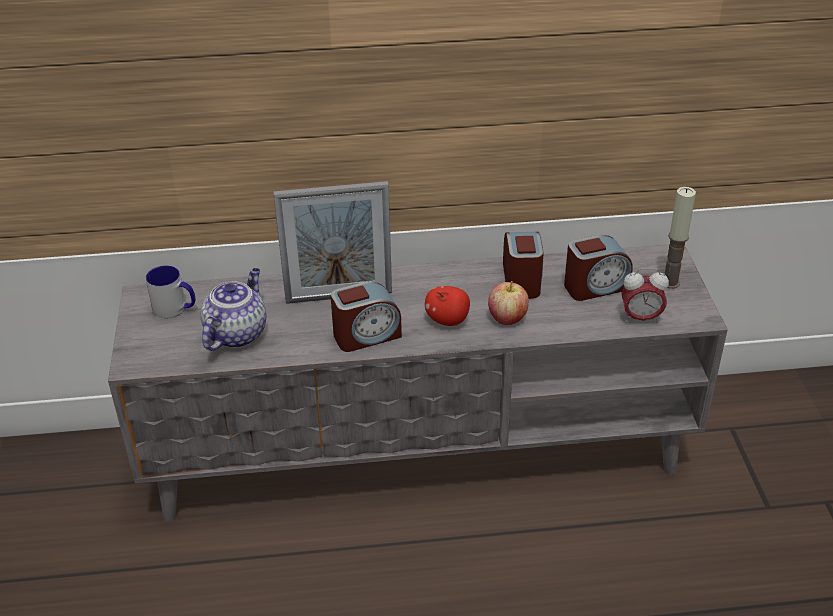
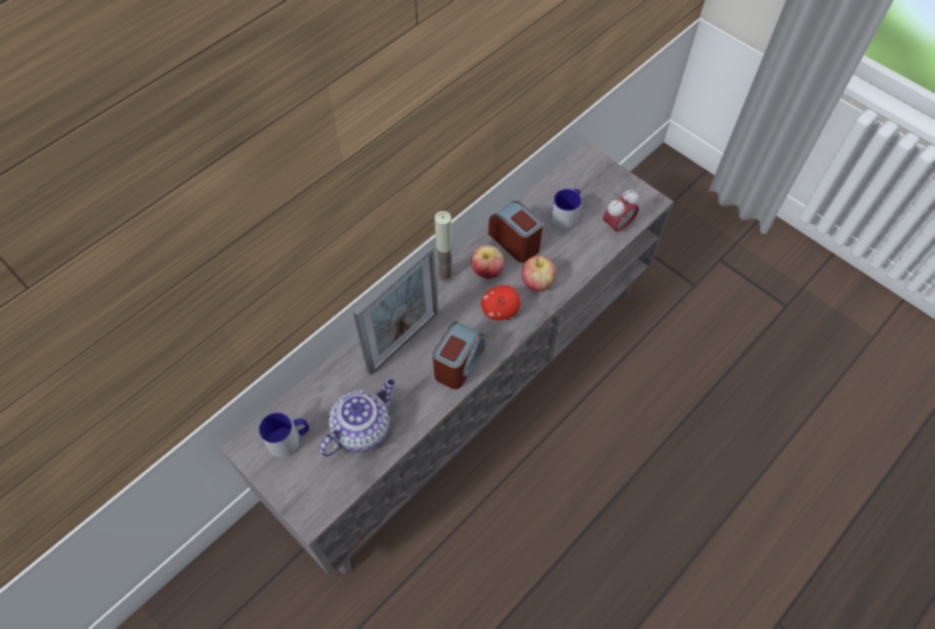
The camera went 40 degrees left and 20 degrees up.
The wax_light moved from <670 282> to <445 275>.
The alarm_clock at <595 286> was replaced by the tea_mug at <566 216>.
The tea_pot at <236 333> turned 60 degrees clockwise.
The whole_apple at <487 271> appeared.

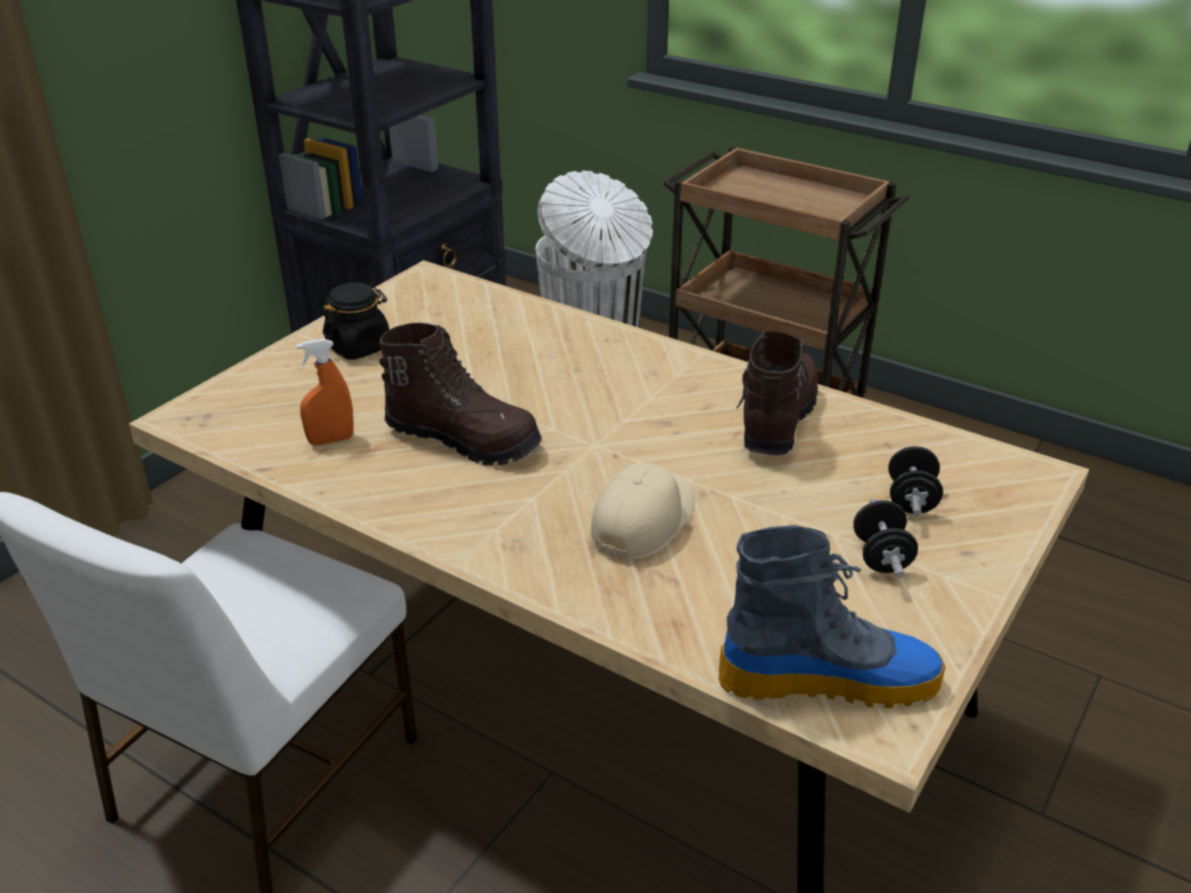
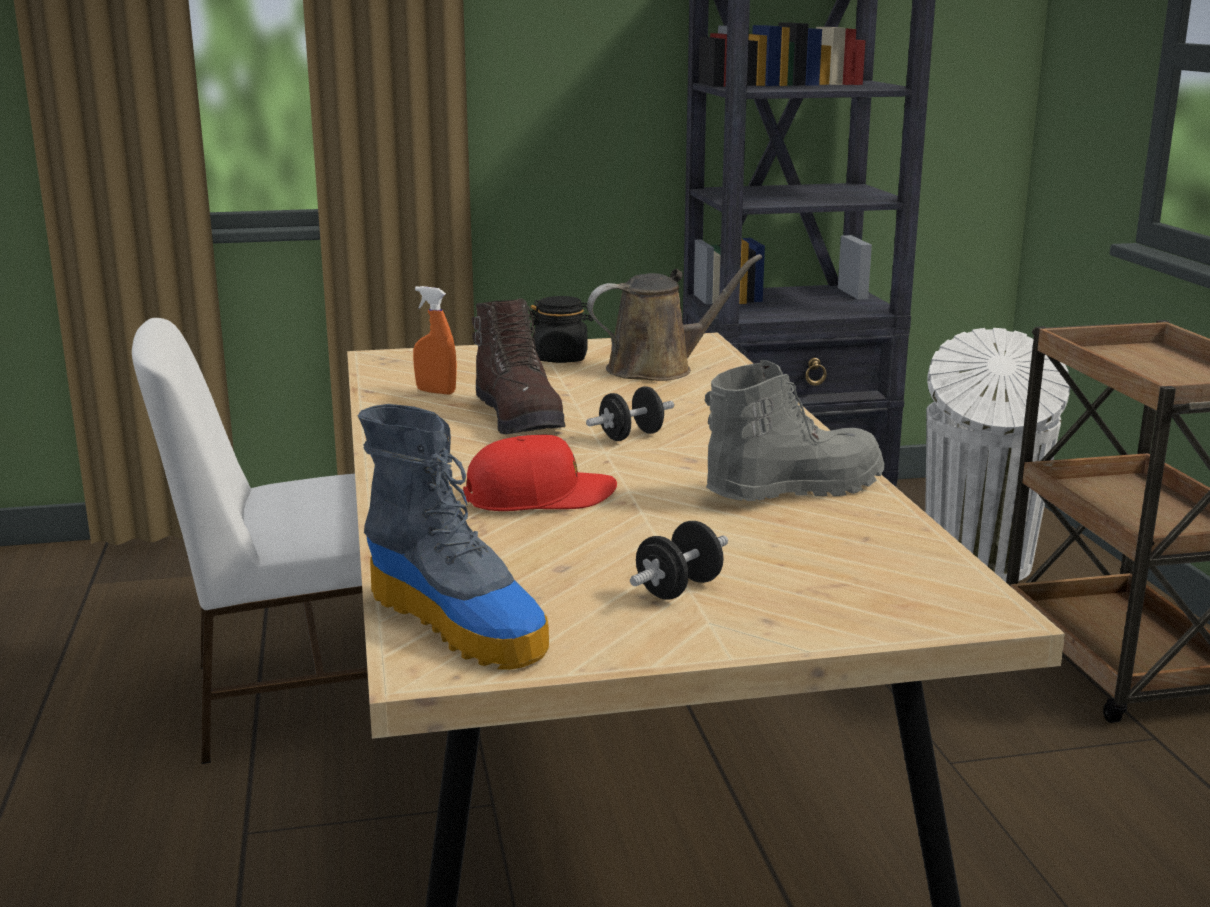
The camera went 45 degrees right and 15 degrees down.
The brownish_boot at <775 420> became the gray_boot at <792 489>.
The black_hand_weight moved from <911 500> to <631 436>.
The beige_cap at <643 520> became the red-coloured_cap at <540 497>.
The brownish_watering_can at <658 369> appeared.

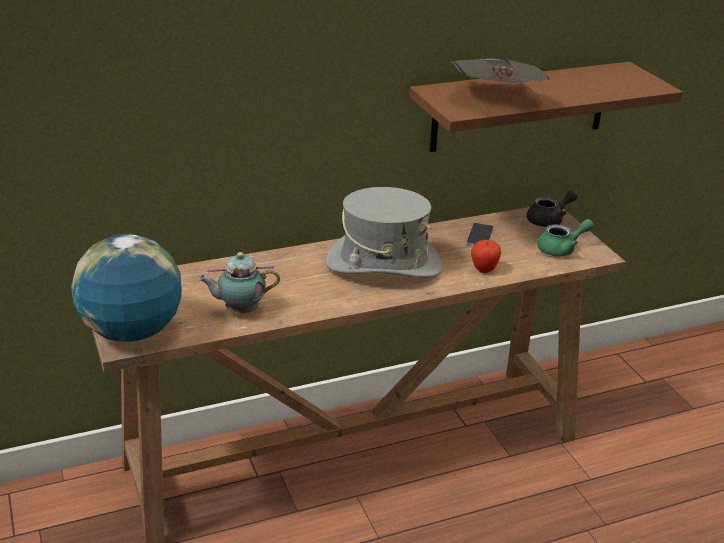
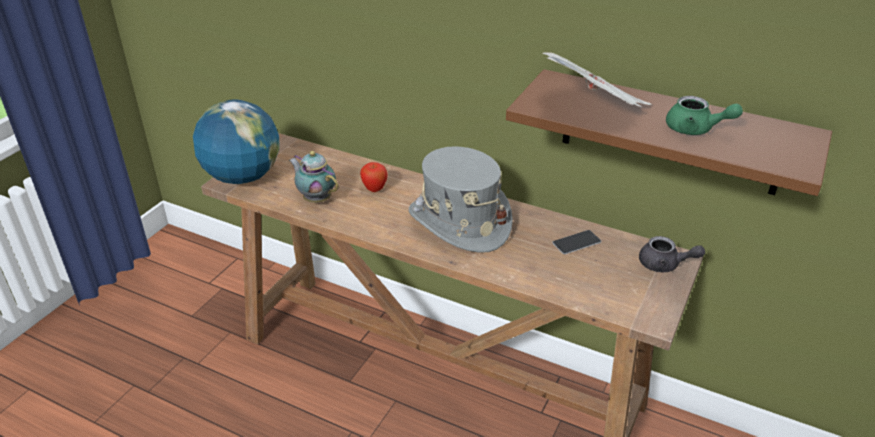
The camera went 50 degrees right and 5 degrees up.
The green-coloured_tea_pot moved from <561 249> to <695 129>.
The whole_apple moved from <484 270> to <374 189>.

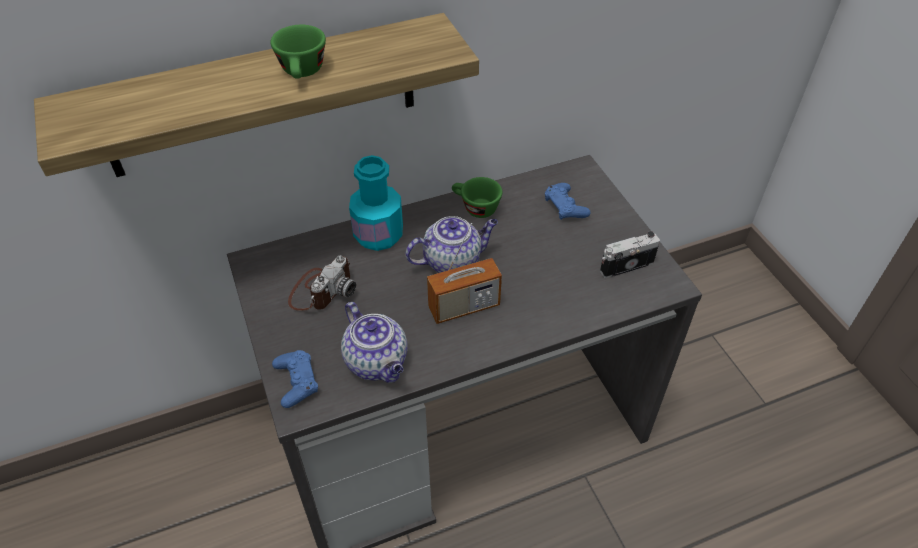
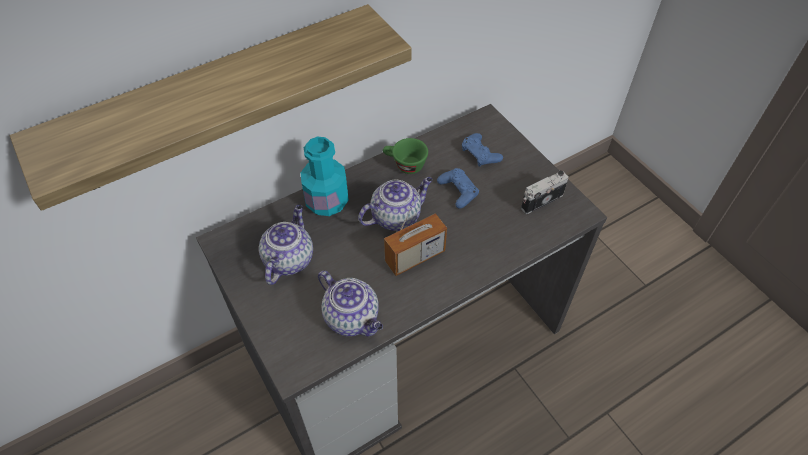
The camera went 10 degrees left and 5 degrees up.
The green-coloured_drinking_cup at <303 73> disappeared.
The still_camera at <321 289> was replaced by the tea_pot at <289 259>.
The bluish_game_controller moved from <296 382> to <458 191>.

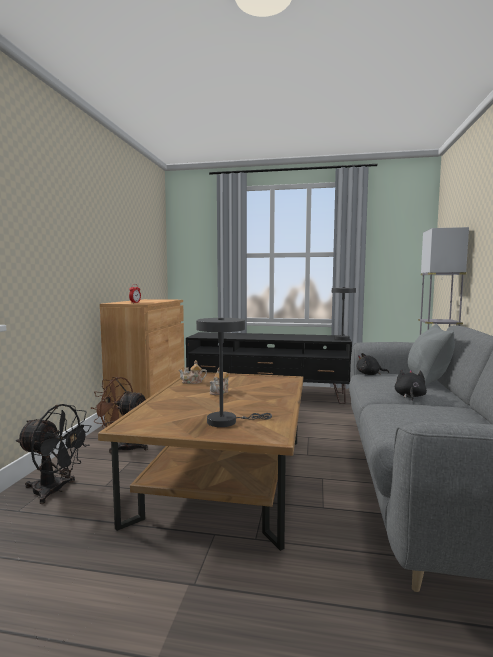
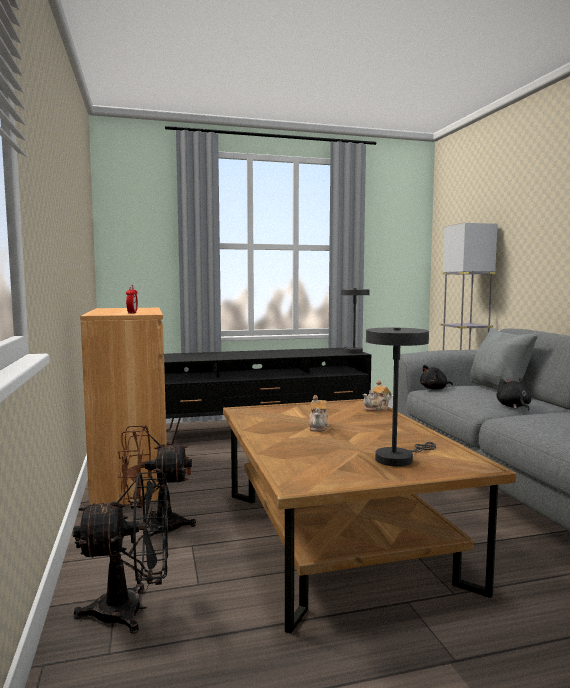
The camera went 25 degrees left and 0 degrees up.
The tea_pot moved from <192 382> to <377 408>.

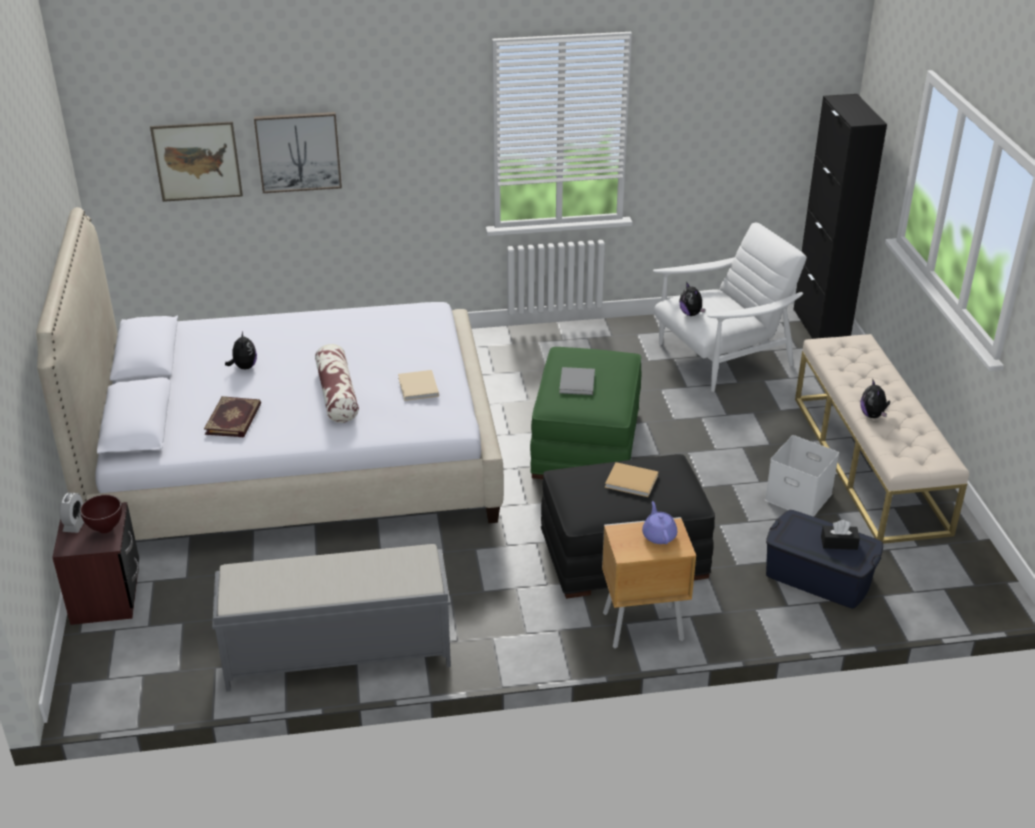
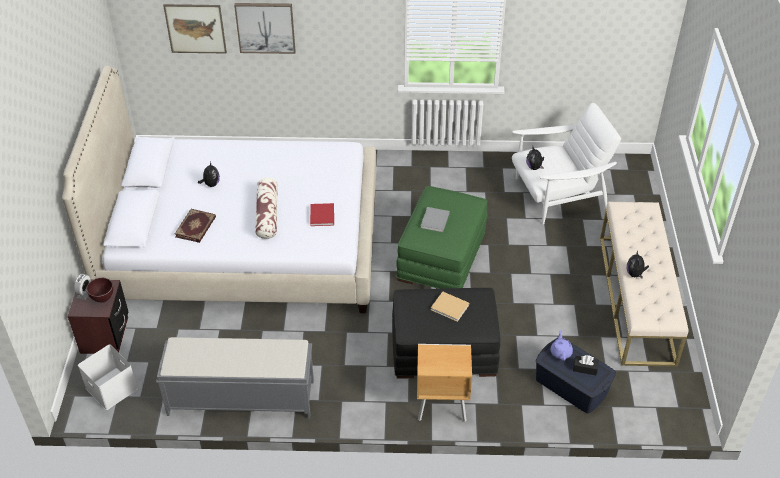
The camera went 10 degrees right and 10 degrees up.
The black_storage_cabinet at <820 327> disappeared.
The beige_bound_book at <418 388> became the red-coloured_bound_book at <322 216>.
The white-coloured_storage_box moved from <800 496> to <112 388>.
The purple_tea_pot moved from <659 535> to <560 352>.

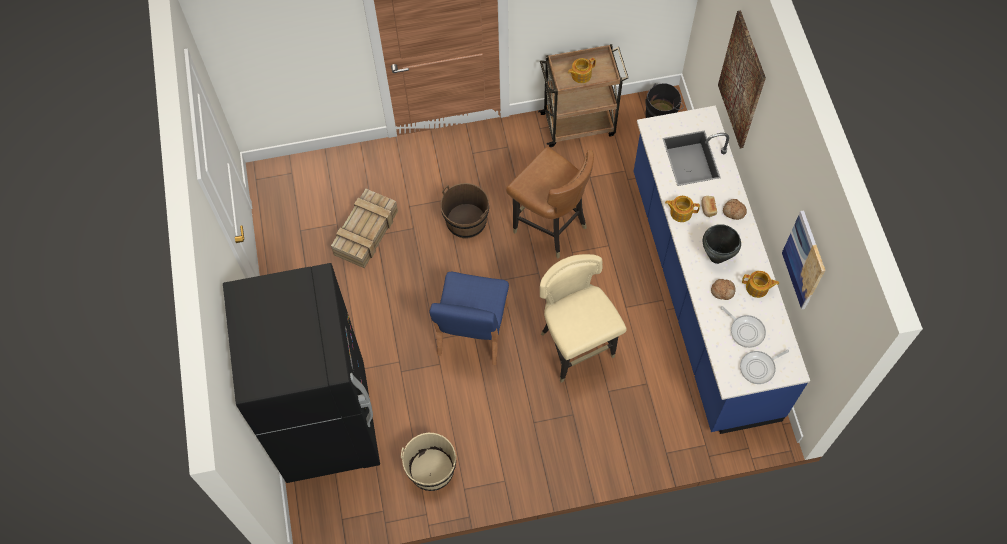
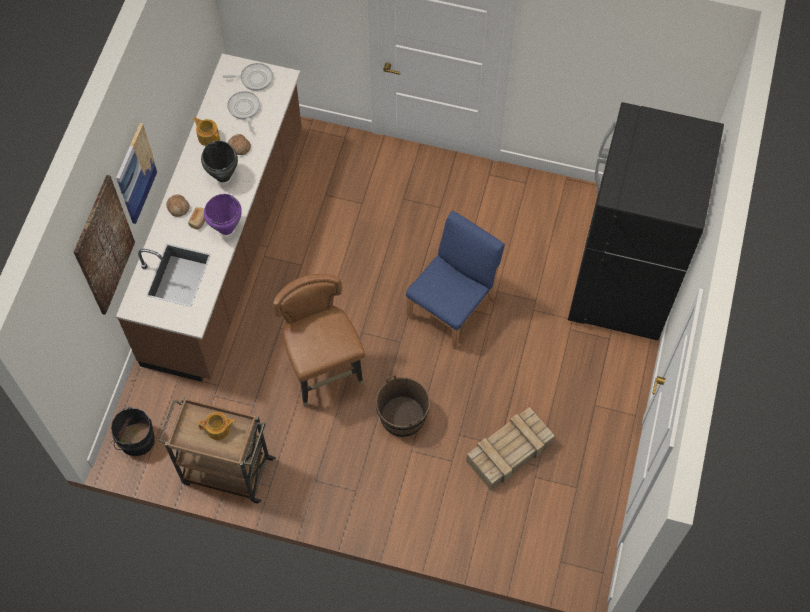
The camera went 155 degrees left and 0 degrees up.
The bluish_kitchen_base_unit at <701 293> became the brownish_kitchen_base_unit at <226 245>.
The tea_pot at <680 212> was replaced by the purple_stockpot at <226 228>.
The wall_picture moved from <804 260> to <136 173>.
The beige_plain_chair at <576 348> disappeared.
The beige_water_bucket at <431 470> disappeared.

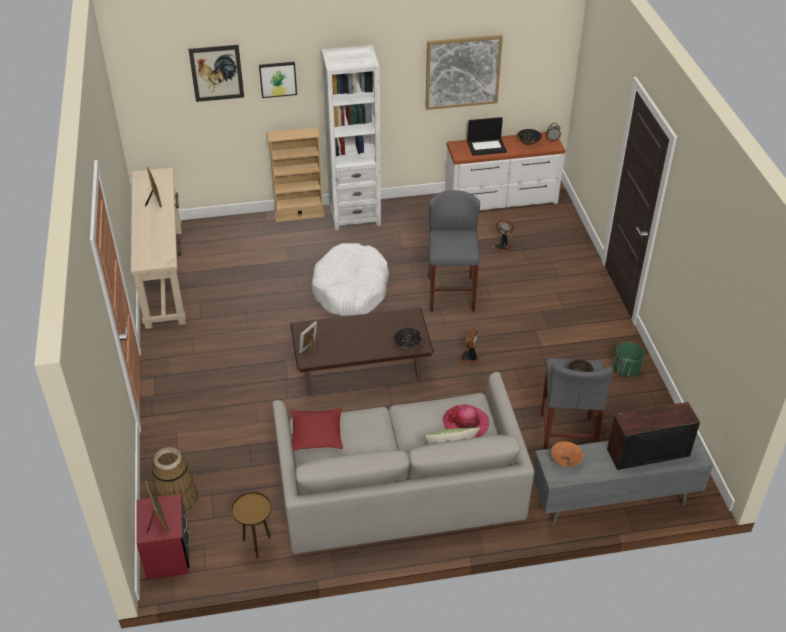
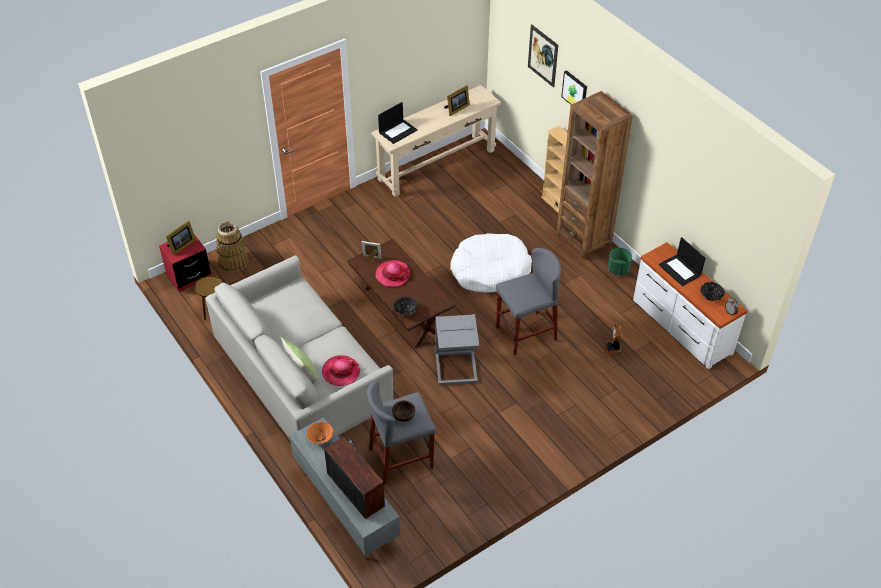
The camera went 65 degrees right and 5 degrees up.
The wall_picture at <462 72> disappeared.
The white-coloured_bookcase at <355 216> became the brownish_bookcase at <583 239>.
The cooling_fan at <469 358> was replaced by the gray_accent_table at <455 369>.
The green-coloured_planter moved from <626 370> to <618 270>.
The red-coloured_throw_pillow at <317 434> disappeared.
The notebook_computer at <398 131> appeared.
The hat at <392 274> appeared.

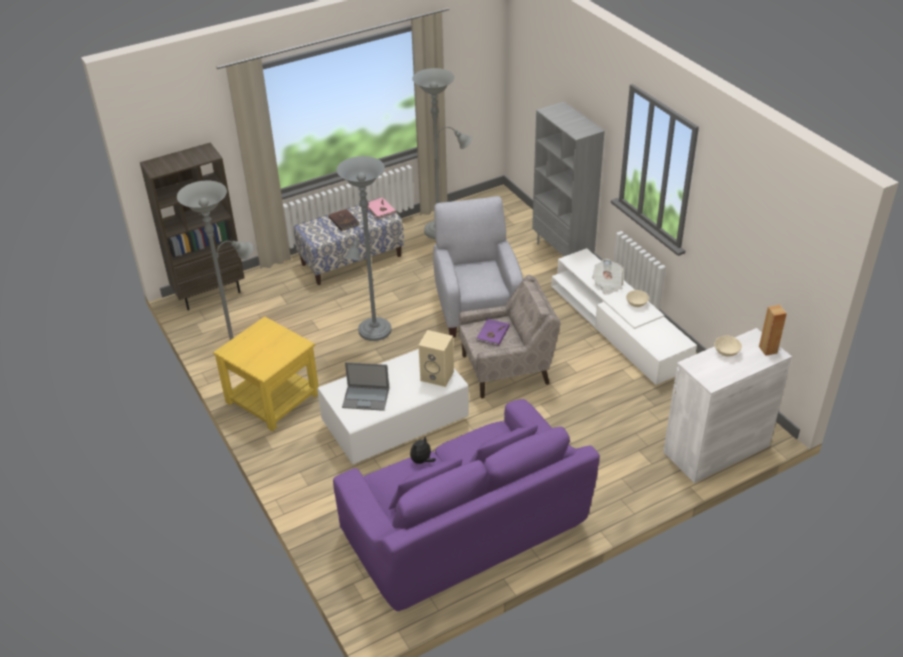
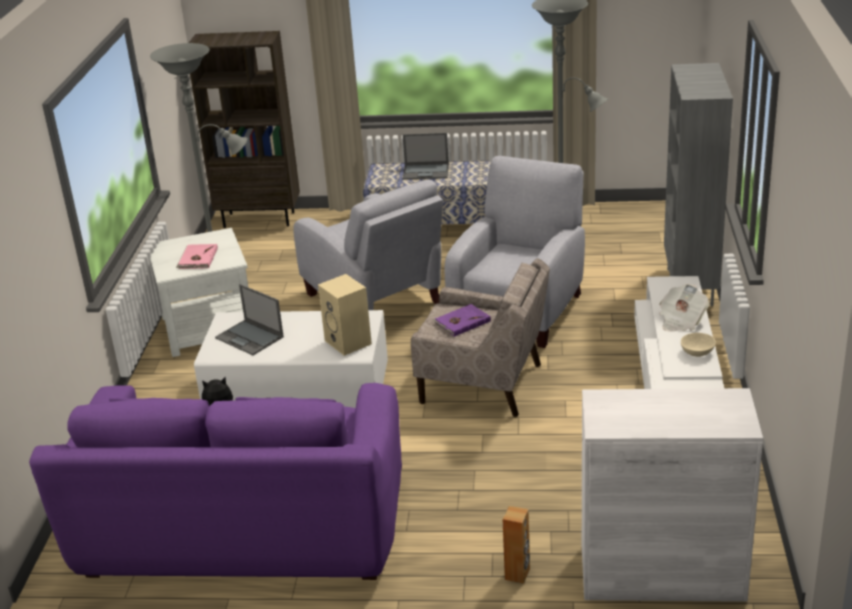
The camera went 35 degrees right and 10 degrees down.
The gray_standing_lamp at <373 333> was replaced by the gray_lounge_chair at <375 301>.
The pink_bound_book moved from <380 210> to <197 259>.
The brownish_bound_book at <344 221> was replaced by the notebook_computer at <426 171>.
The brownish_audio_speaker moved from <768 349> to <517 574>.
The yellow-coloured_accent_table at <273 397> became the white-coloured_accent_table at <208 327>.
The beige_bowl at <727 352> disappeared.

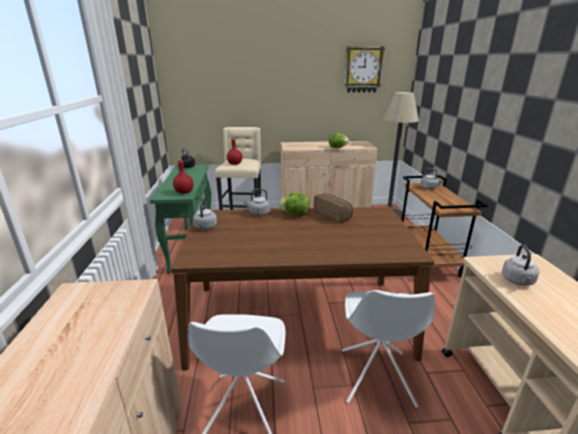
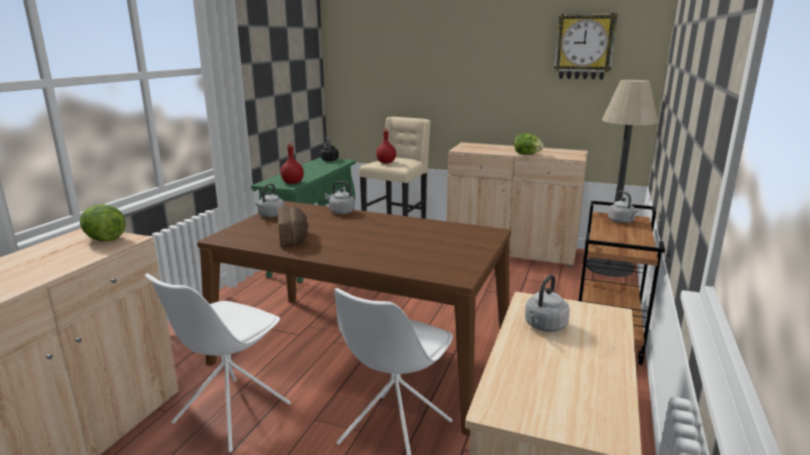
The camera went 25 degrees right and 5 degrees down.
The head_of_lettuce moved from <295 214> to <104 239>.
The bakery_bread moved from <333 215> to <294 238>.

